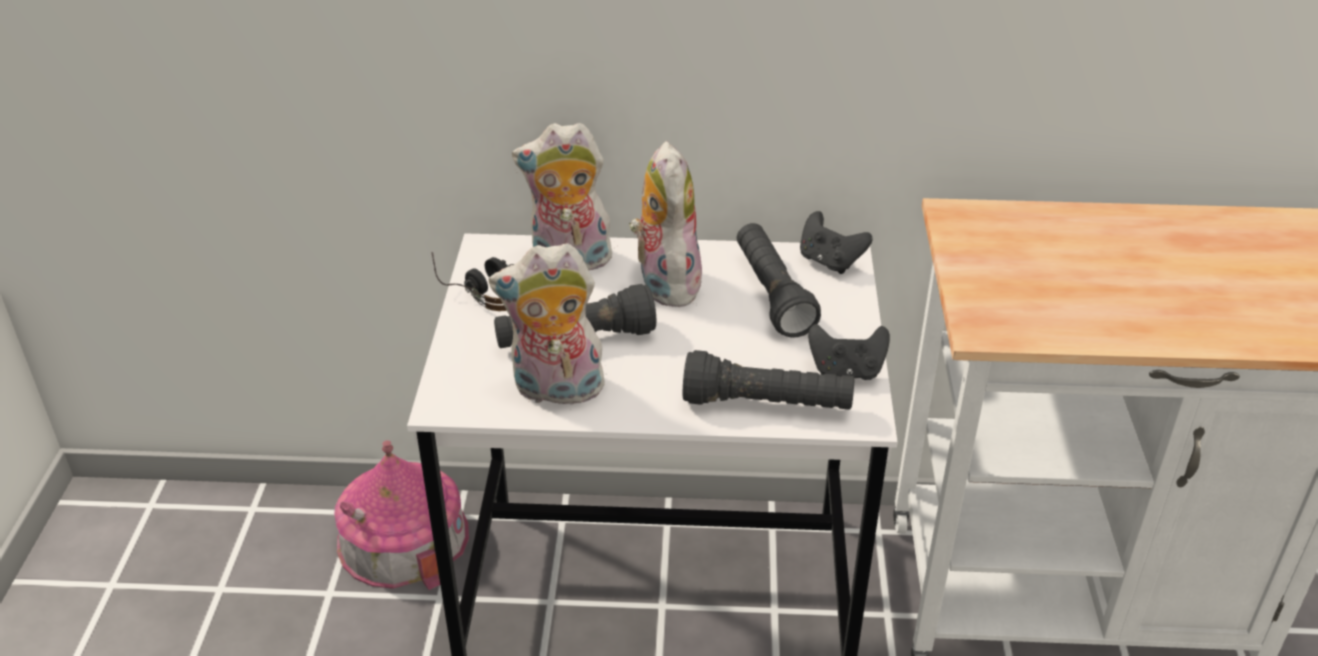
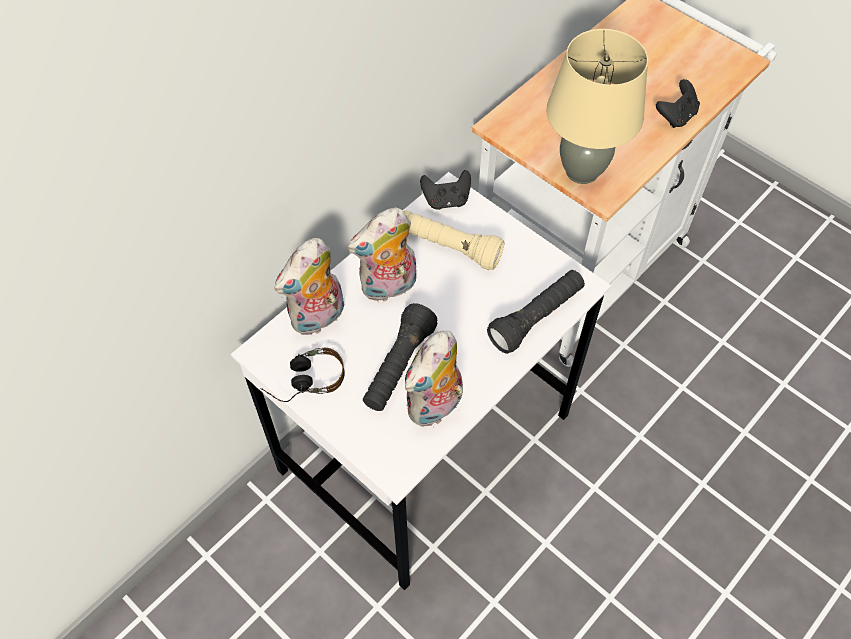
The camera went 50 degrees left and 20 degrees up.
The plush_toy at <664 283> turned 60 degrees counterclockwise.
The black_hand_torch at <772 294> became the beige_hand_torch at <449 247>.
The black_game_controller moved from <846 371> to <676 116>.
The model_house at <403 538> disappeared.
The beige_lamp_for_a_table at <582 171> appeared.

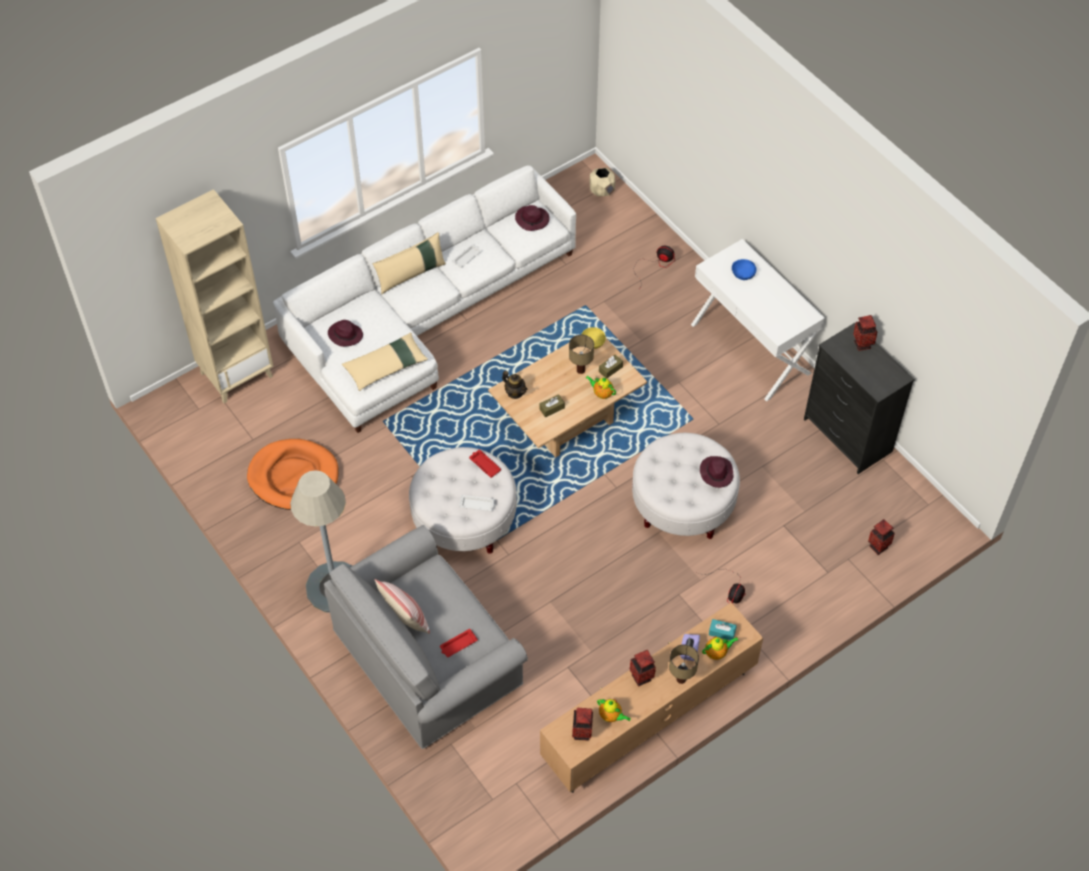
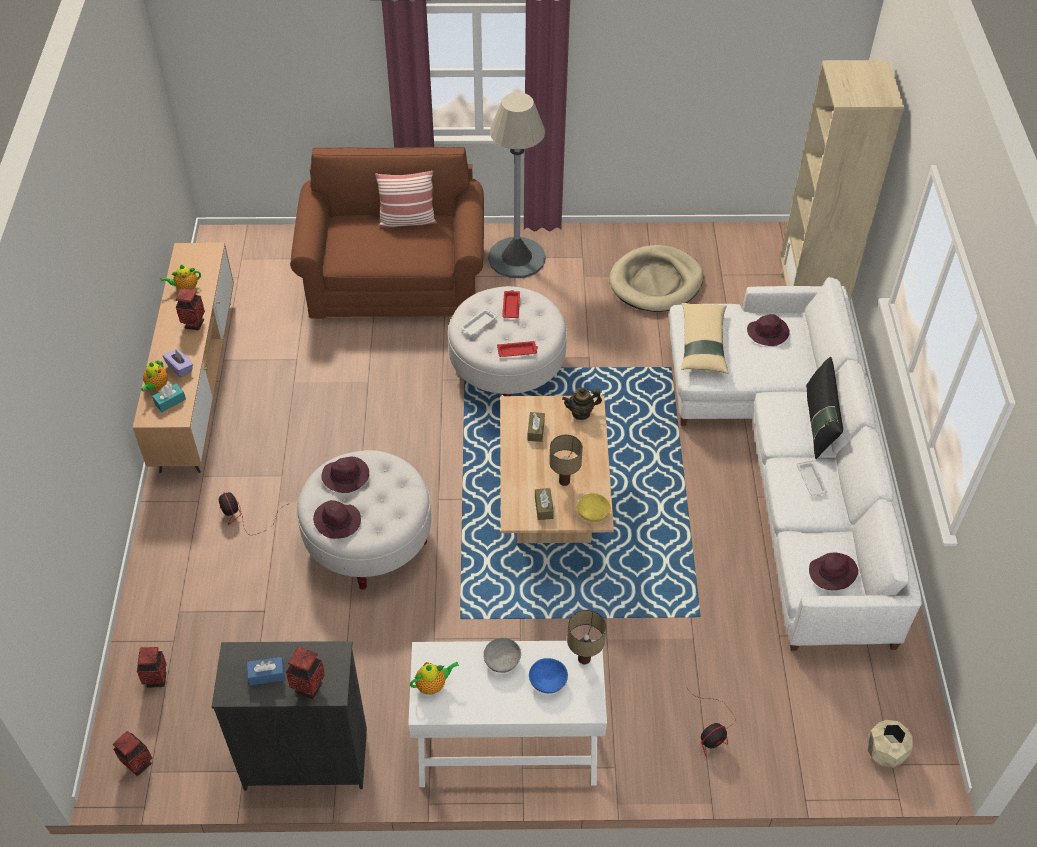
The camera went 125 degrees right and 5 degrees down.
The beige_throw_pillow at <411 274> became the black_throw_pillow at <819 422>.
The tea_pot moved from <601 393> to <433 685>.
The orange_pet_bed at <293 477> became the beige_pet_bed at <656 282>.
The gray_settee at <427 658> became the brownish_settee at <396 280>.
The red-coloured_tray moved from <458 645> to <511 306>.
The lamp_for_a_table moved from <681 679> to <583 659>.
The decorative_vase moved from <582 733> to <138 765>.
The purple_hat at <346 476> appeared.
The gray_bowl at <503 660> appeared.
The bluish_tissue_box at <267 674> appeared.

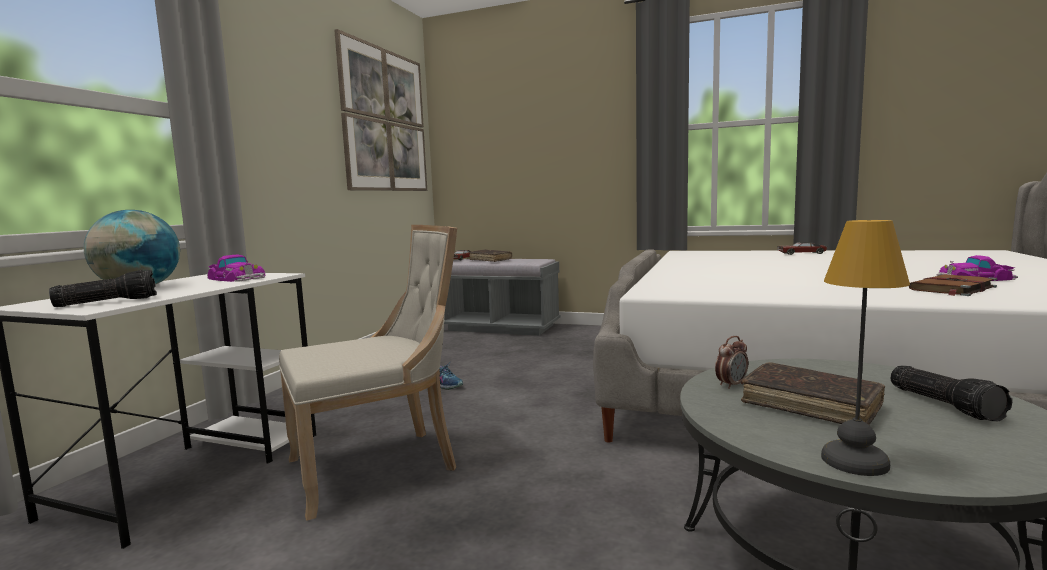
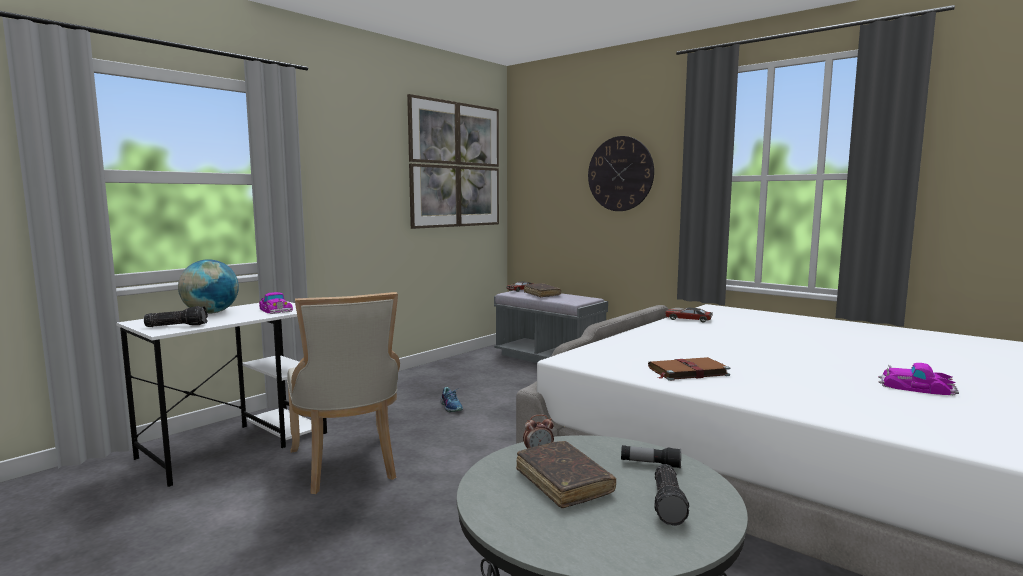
The camera went 20 degrees right and 0 degrees up.
The lamp_for_a_table at <852 460> disappeared.
The beige_plain_chair at <379 466> turned 75 degrees clockwise.
The model_car moved from <801 253> to <688 319>.
The brownish_bound_book moved from <952 288> to <687 371>.
The clock_on_the_wall at <620 174> appeared.
The hand_torch at <650 464> appeared.

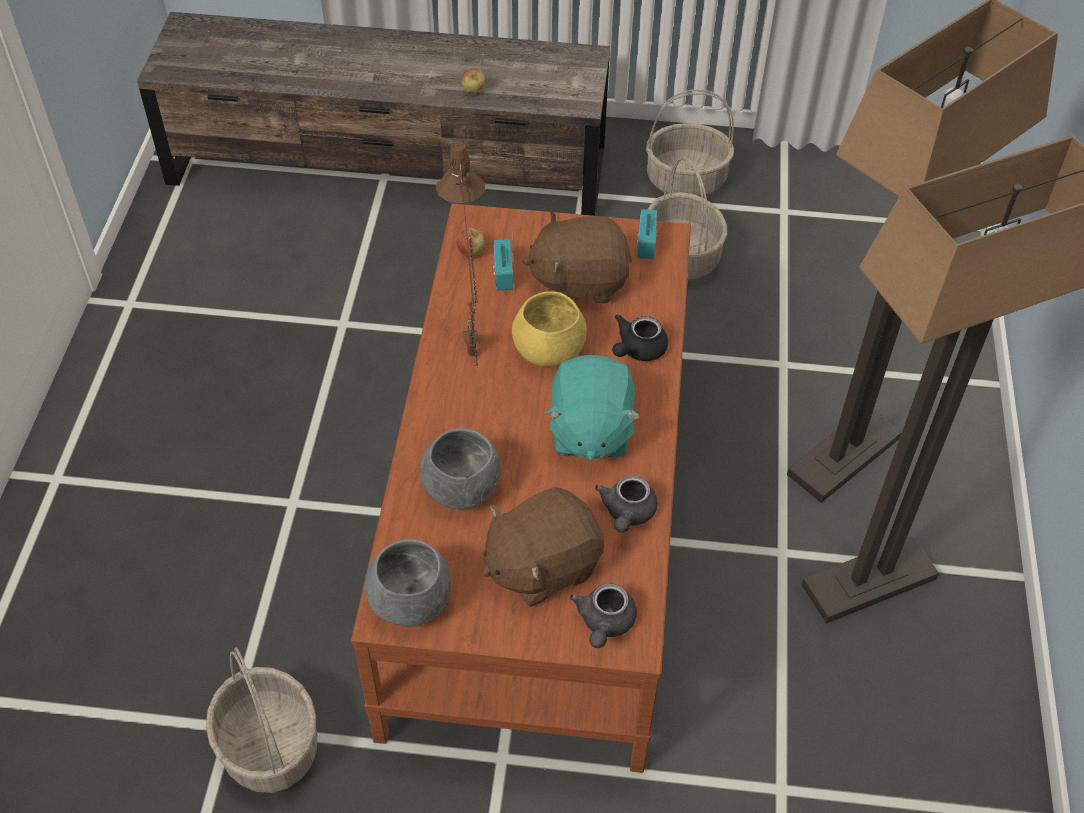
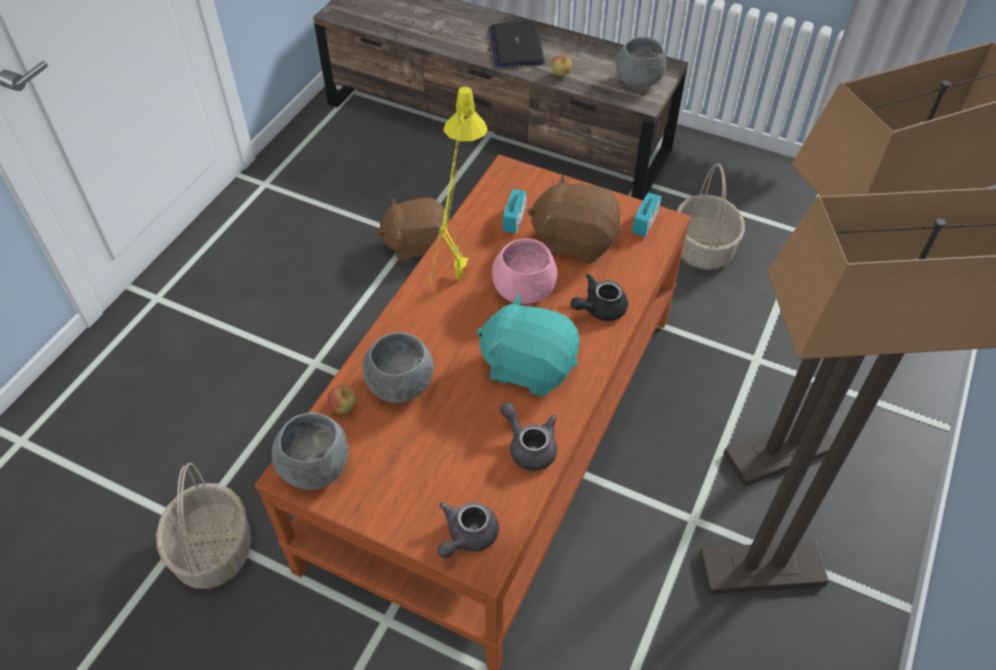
The camera went 20 degrees right and 0 degrees up.
The storage_basket at <686 180> disappeared.
The brownish_lamp_for_a_table at <473 365> became the yellow-coloured_lamp_for_a_table at <456 286>.
The whole_apple moved from <471 253> to <343 408>.
The yellow-coloured_bowl at <549 351> became the pink_bowl at <524 291>.
The turquoise-coloured_plush_toy at <589 431> turned 90 degrees clockwise.
The gray_tea_pot at <627 514> turned 105 degrees clockwise.
The brownish_plush_toy moved from <541 565> to <417 244>.
The notebook_computer at <516 46> appeared.
The gray_bowl at <639 81> appeared.

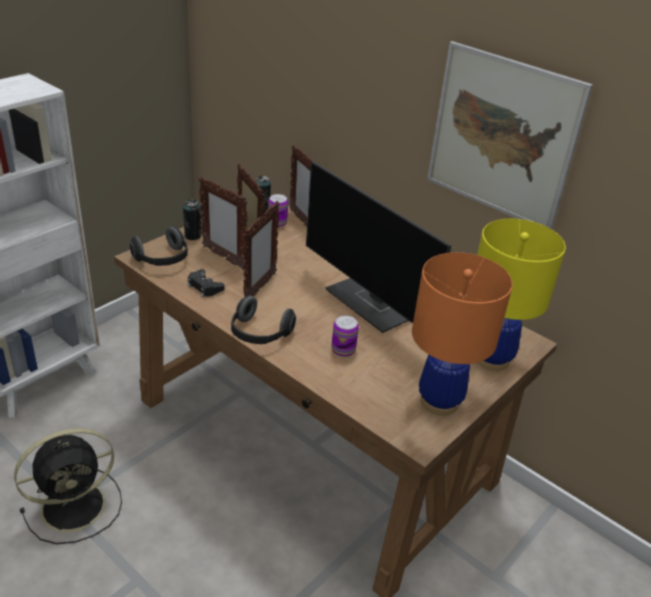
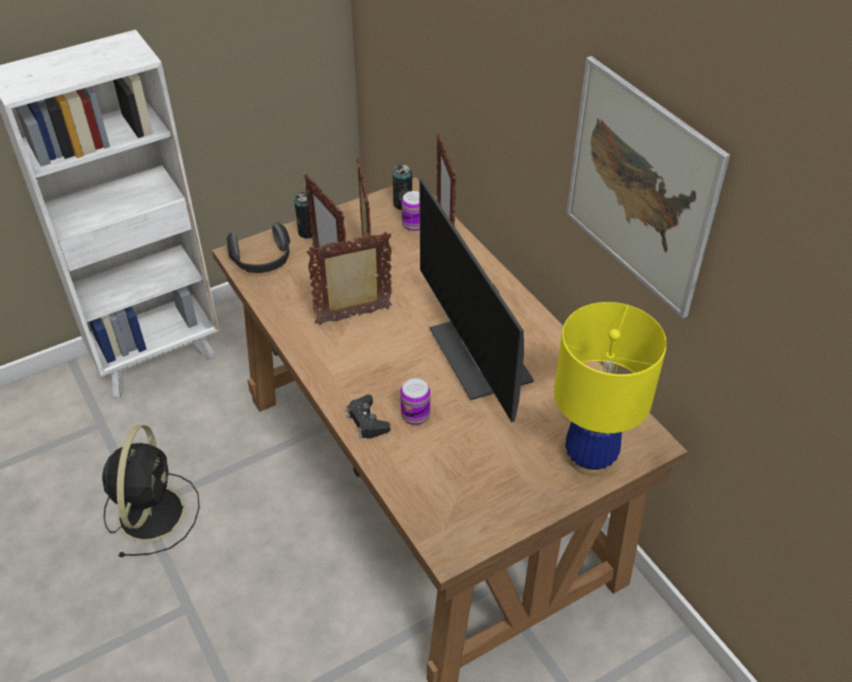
The camera went 20 degrees right and 10 degrees up.
The standing_frame at <259 288> turned 150 degrees counterclockwise.
The orange_lamp_for_a_table at <439 401> disappeared.
The black_game_controller moved from <204 287> to <367 421>.
The pair_of_headphones at <259 334> disappeared.
The black_cooling_fan at <76 505> turned 75 degrees counterclockwise.

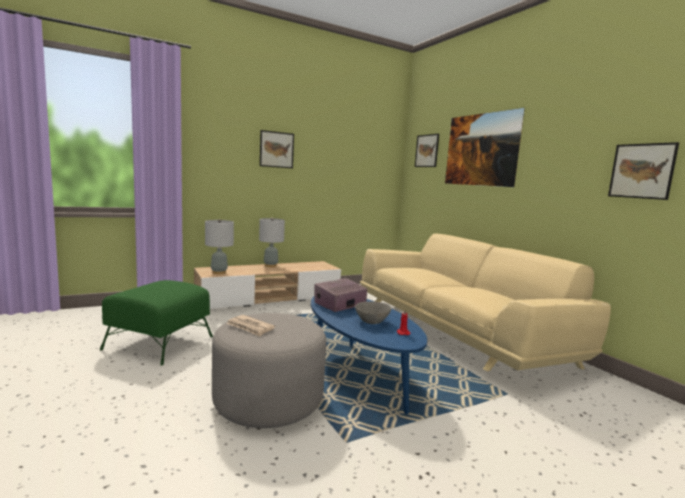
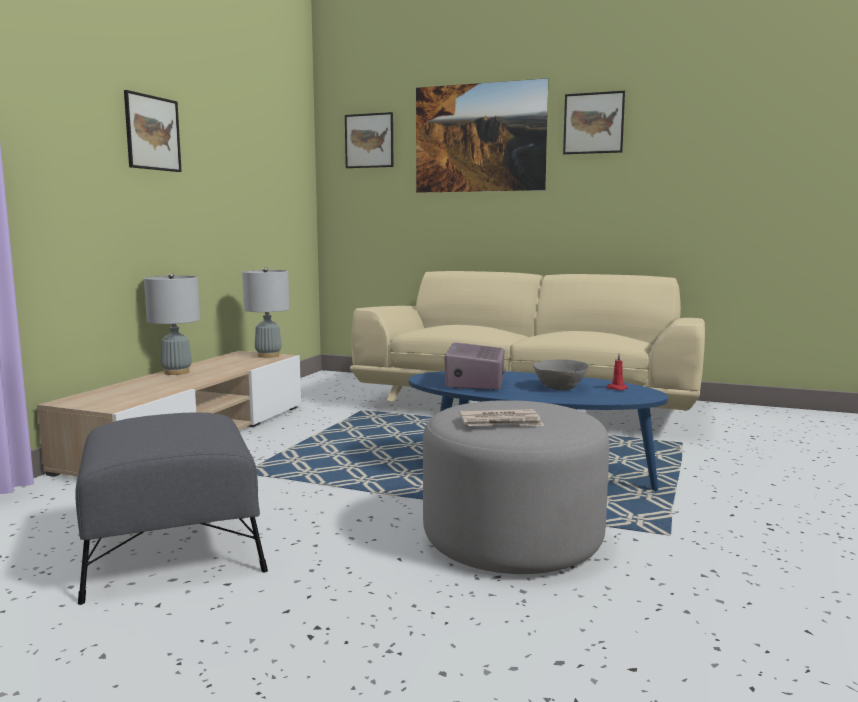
The camera went 40 degrees left and 0 degrees up.
The wall_picture moved from <641 171> to <593 123>.
The gray_lamp_for_a_table moved from <219 272> to <268 355>.
The green-coloured_pouffe at <160 342> became the gray_pouffe at <173 549>.

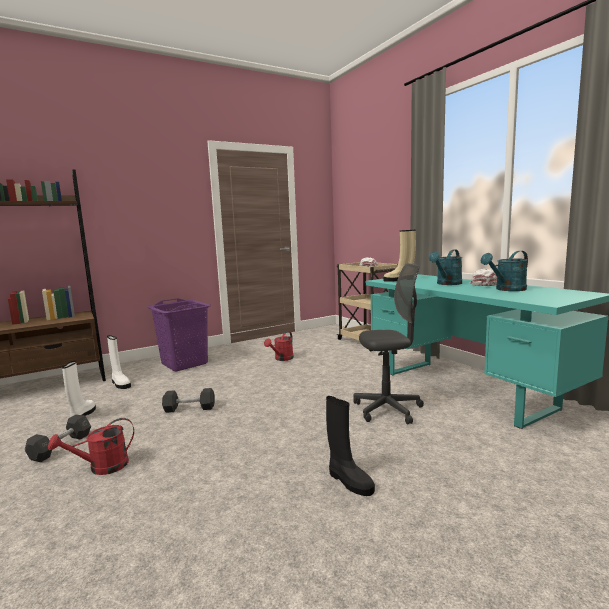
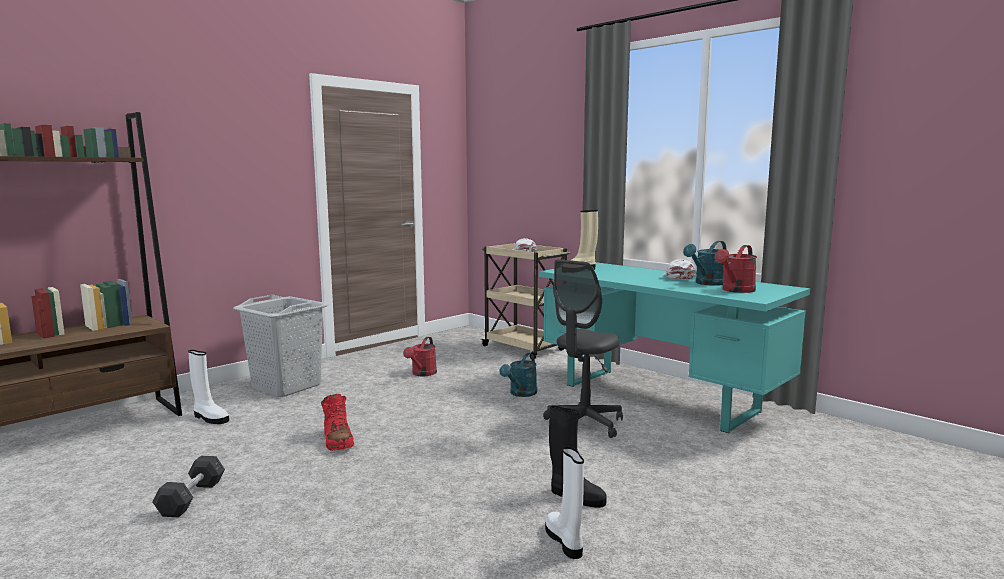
The camera went 15 degrees left and 0 degrees up.
The turquoise-coloured_watering_can moved from <447 284> to <521 394>.
The gray_computer_chair at <387 409> turned 150 degrees clockwise.
The purple_laundry_basket at <185 363> became the gray_laundry_basket at <287 386>.
The white-coloured_boot moved from <82 415> to <565 541>.
The gray_hand_weight at <189 408> was replaced by the red-coloured_boot at <337 441>.
The red-coloured_watering_can moved from <102 467> to <736 290>.

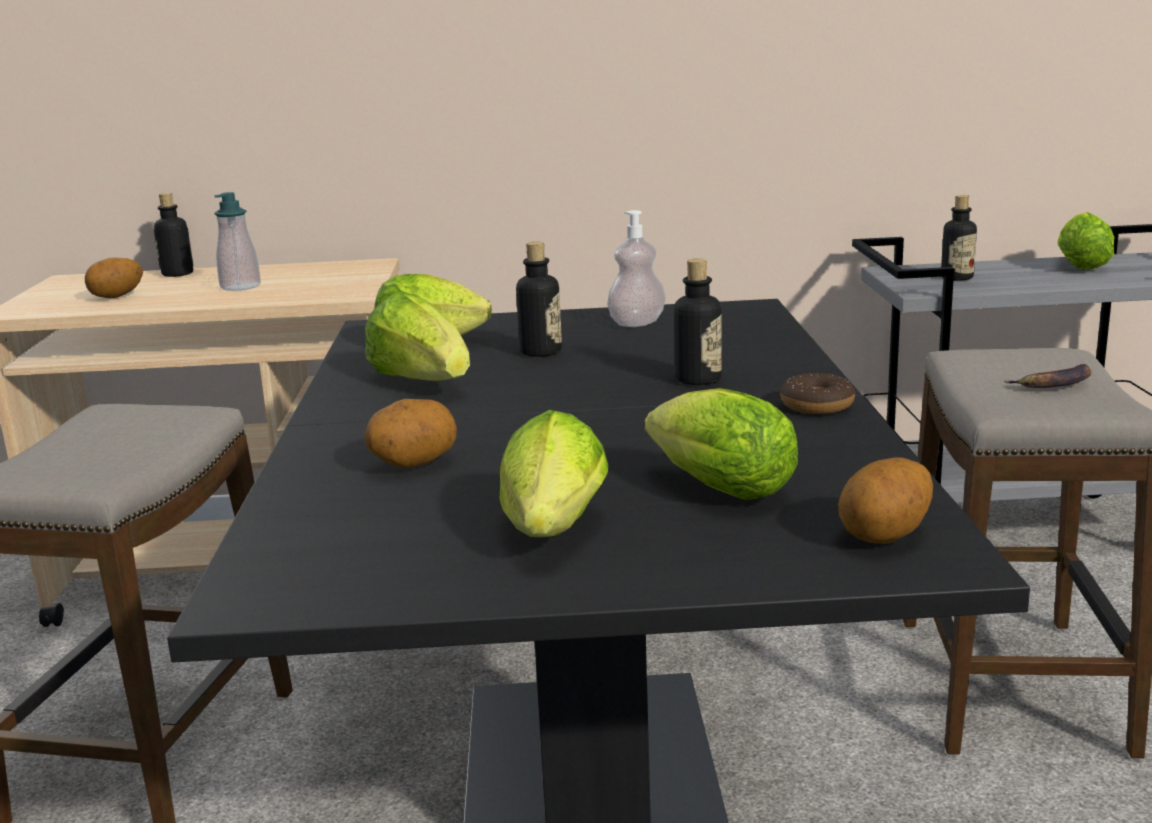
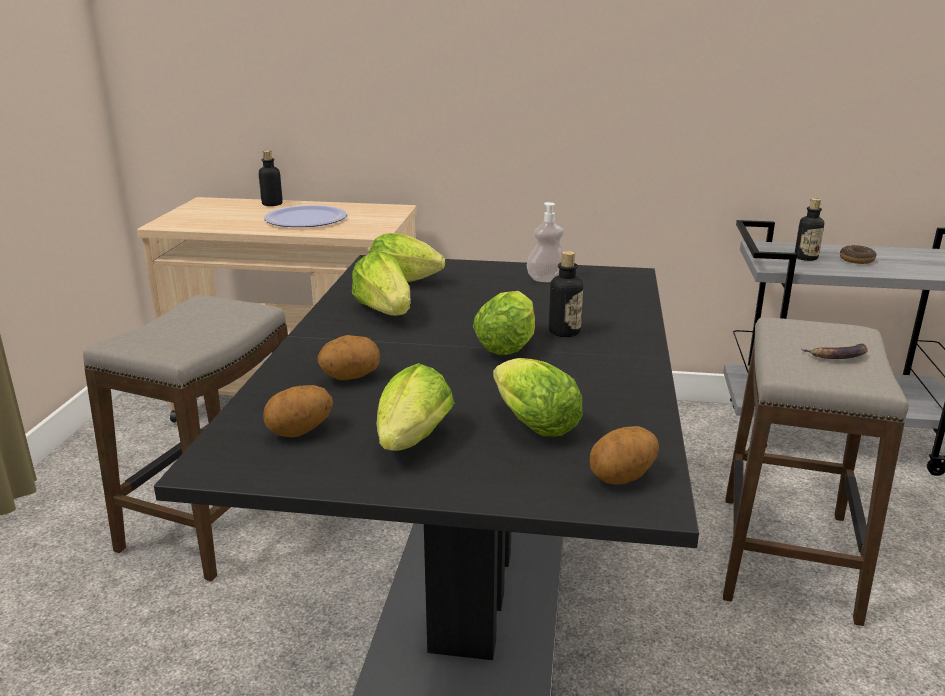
The camera went 10 degrees right and 5 degrees up.
The liquid_soap_bottle at <240 287> was replaced by the dinner_plate at <306 219>.
The head_of_lettuce moved from <1080 265> to <509 345>.
The beverage_bottle at <541 352> disappeared.
The spud moved from <117 297> to <300 432>.
The donut moved from <817 405> to <856 260>.

